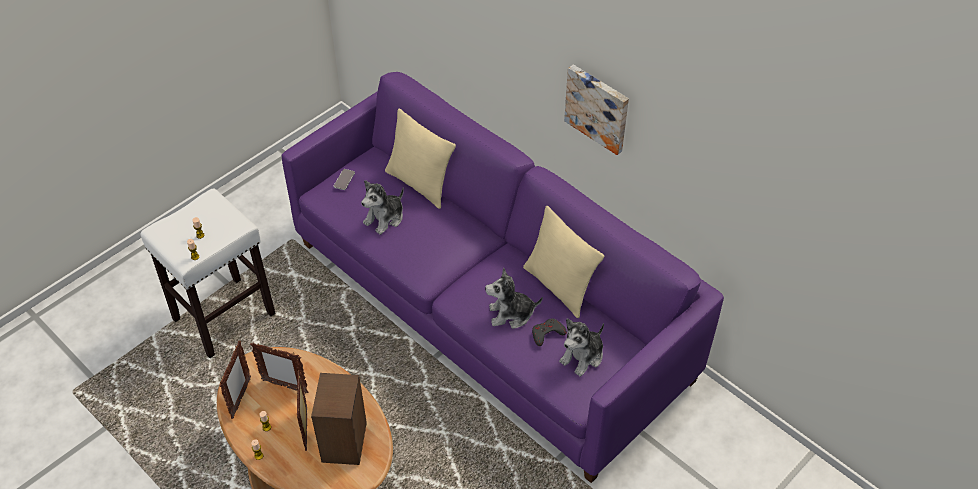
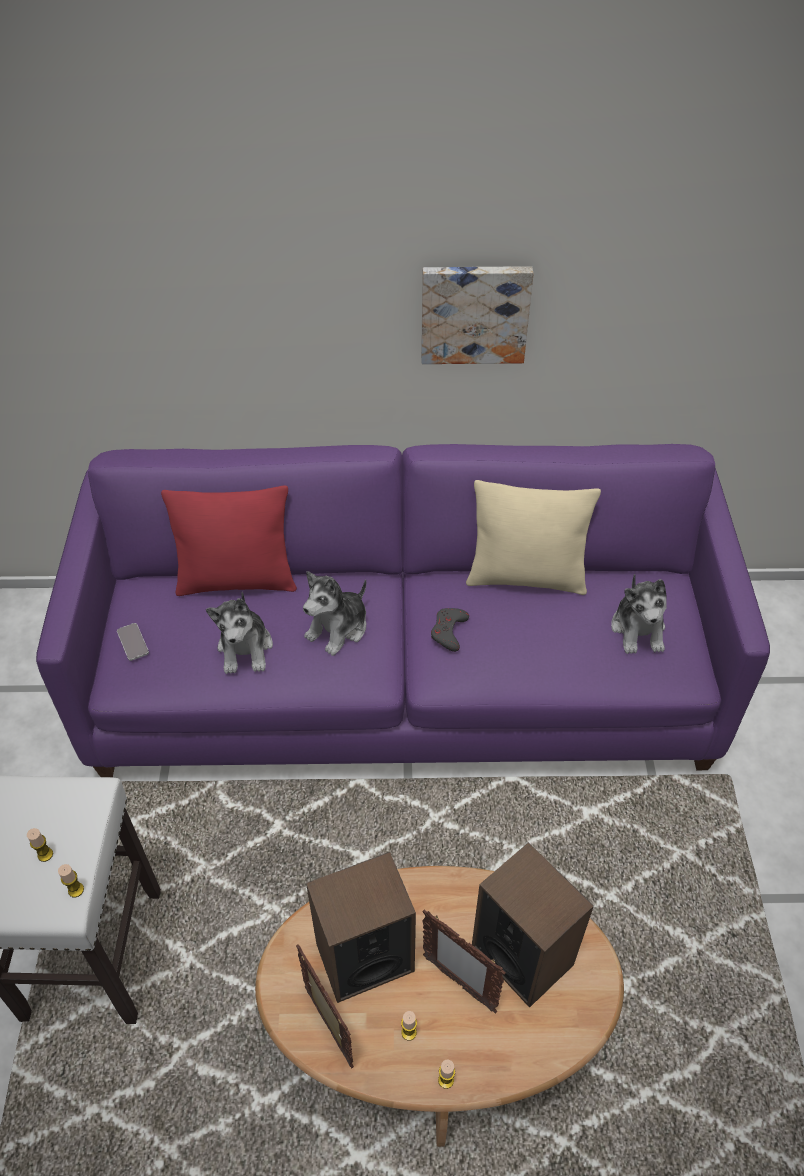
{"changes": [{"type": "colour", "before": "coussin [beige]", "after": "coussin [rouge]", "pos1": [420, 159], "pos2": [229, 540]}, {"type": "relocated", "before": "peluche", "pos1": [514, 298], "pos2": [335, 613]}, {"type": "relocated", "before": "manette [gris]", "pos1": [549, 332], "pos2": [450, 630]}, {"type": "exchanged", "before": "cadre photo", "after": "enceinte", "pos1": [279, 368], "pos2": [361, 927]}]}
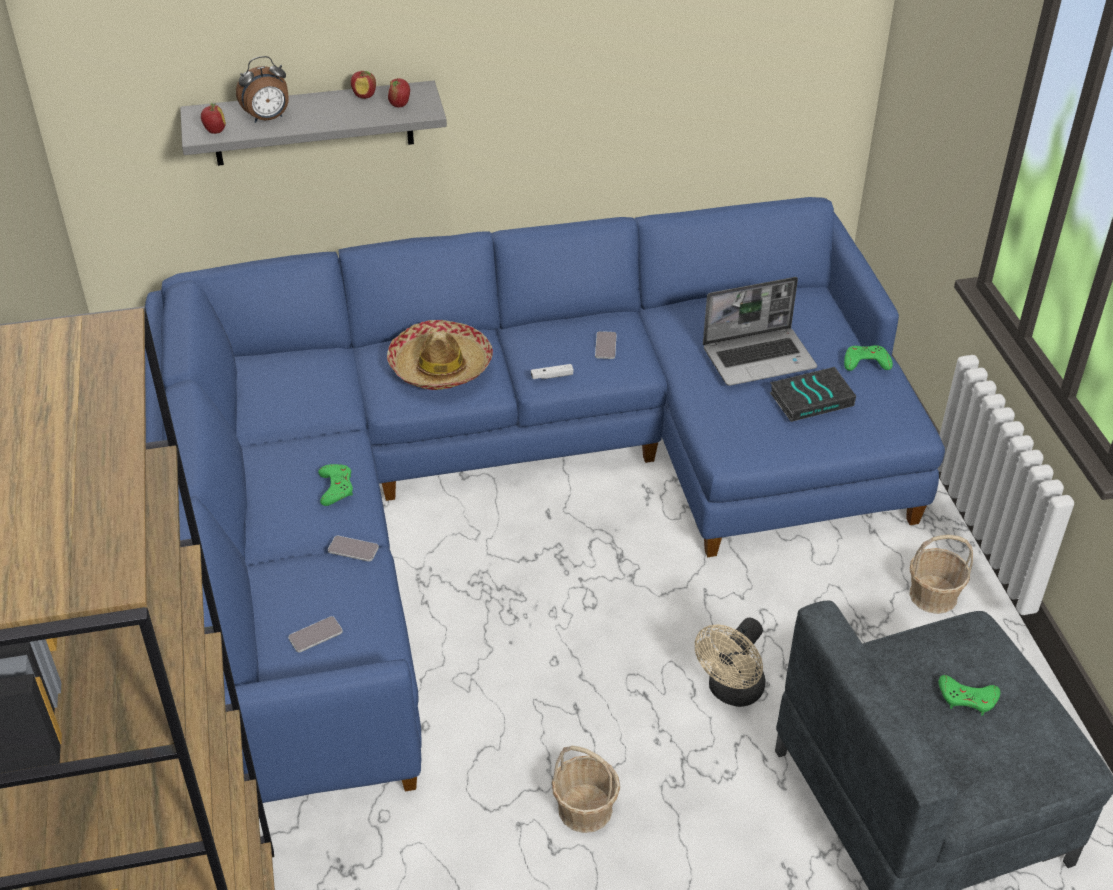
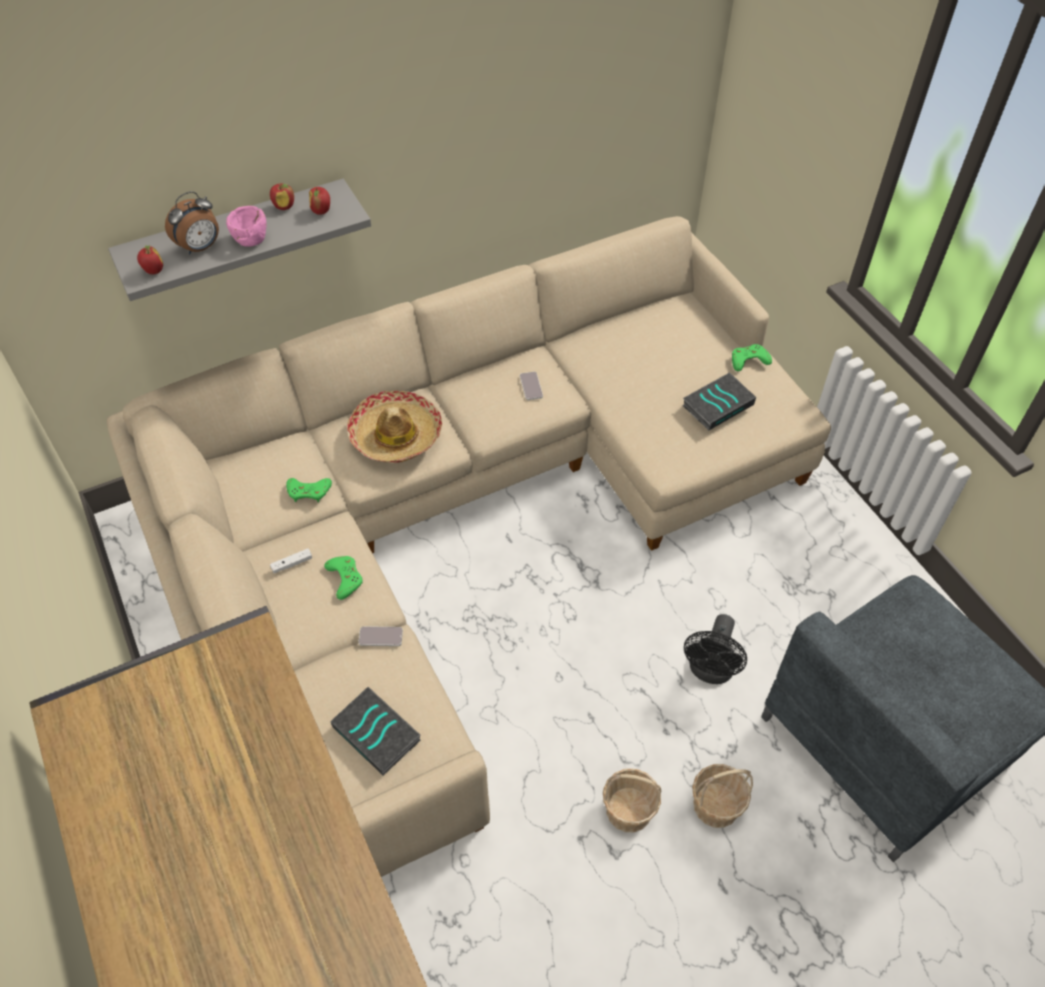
{"changes": [{"type": "colour", "before": "canapé [bleu]", "after": "canapé [beige]", "pos1": [545, 500], "pos2": [469, 546]}, {"type": "missing", "before": "ordinateur portable", "pos1": [760, 331]}, {"type": "relocated", "before": "manette [blanc]", "pos1": [552, 371], "pos2": [291, 560]}, {"type": "relocated", "before": "panier", "pos1": [941, 574], "pos2": [722, 796]}, {"type": "exchanged", "before": "téléphone", "after": "livre", "pos1": [315, 634], "pos2": [375, 731]}, {"type": "colour", "before": "ventilateur [beige]", "after": "ventilateur [noir]", "pos1": [730, 662], "pos2": [715, 649]}, {"type": "relocated", "before": "manette [vert]", "pos1": [969, 695], "pos2": [309, 490]}, {"type": "appeared", "after": "bol [rose]", "pos2": [246, 226]}]}
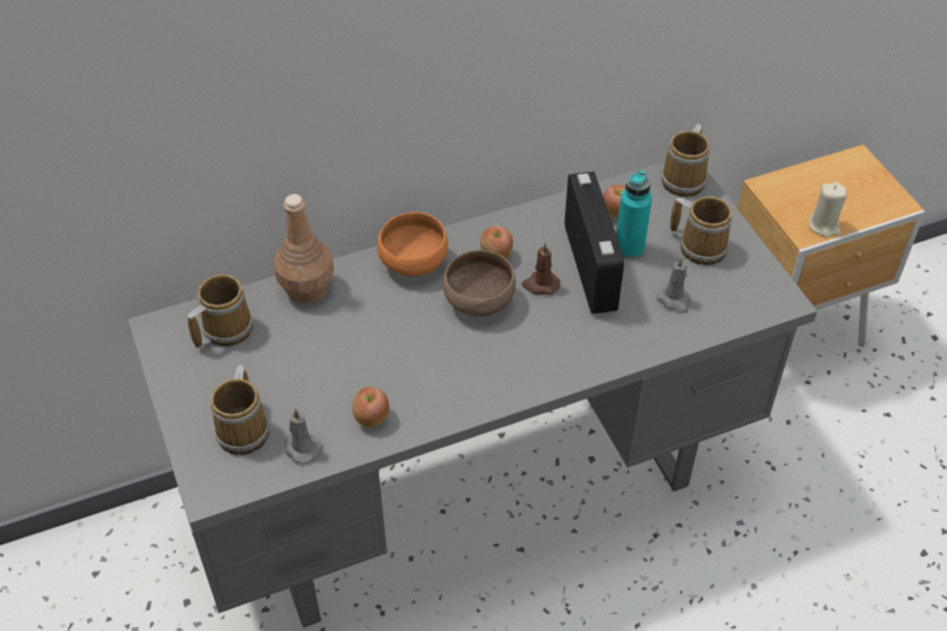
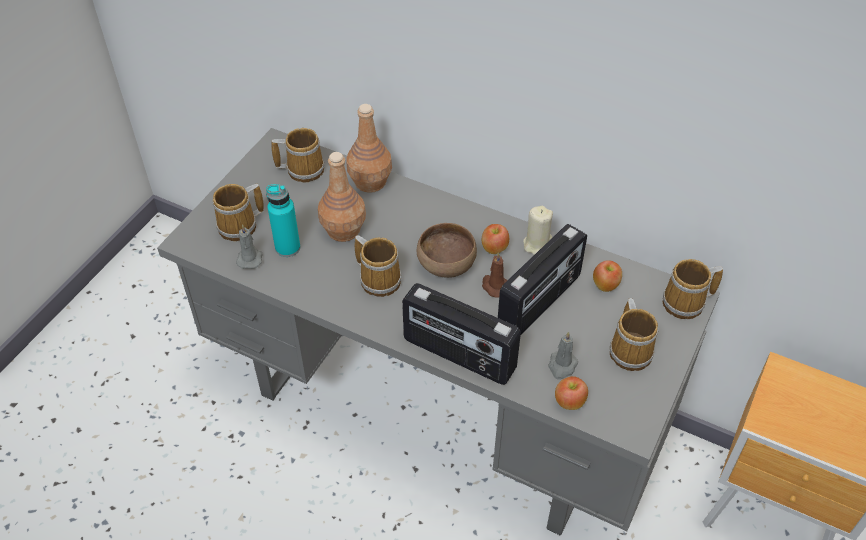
{"changes": [{"type": "relocated", "before": "bouteille [turquoise]", "pos1": [634, 214], "pos2": [283, 220]}, {"type": "relocated", "before": "bougie [beige]", "pos1": [828, 209], "pos2": [538, 230]}, {"type": "missing", "before": "bol [orange]", "pos1": [412, 244]}, {"type": "relocated", "before": "pomme", "pos1": [370, 407], "pos2": [571, 393]}, {"type": "appeared", "after": "bouteille [marron]", "pos2": [342, 197]}, {"type": "appeared", "after": "mug", "pos2": [378, 266]}, {"type": "appeared", "after": "radio", "pos2": [461, 334]}]}
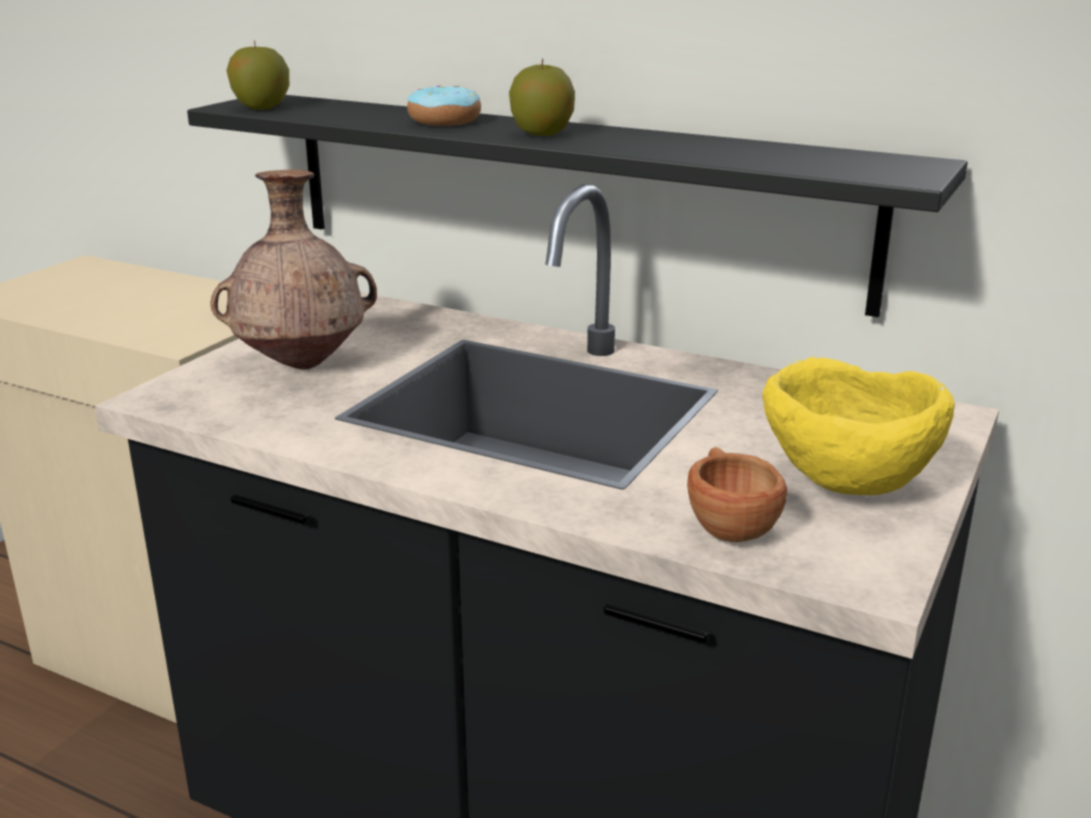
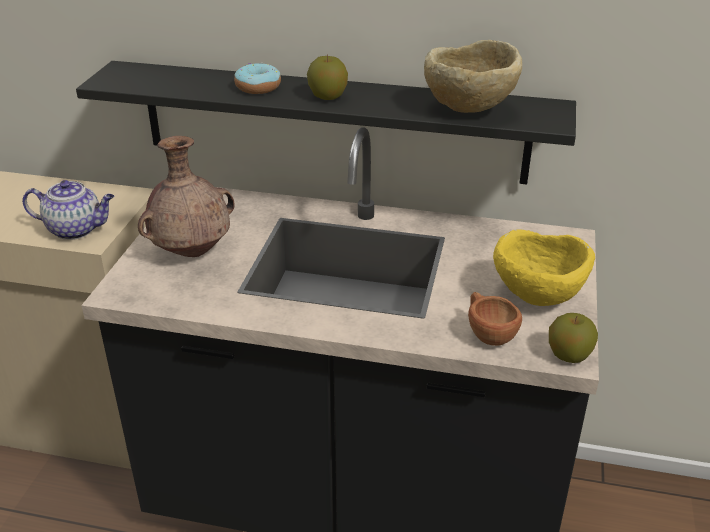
{"changes": [{"type": "relocated", "before": "pomme", "pos1": [257, 75], "pos2": [573, 338]}, {"type": "appeared", "after": "bol [beige]", "pos2": [473, 76]}, {"type": "appeared", "after": "théière", "pos2": [68, 210]}]}
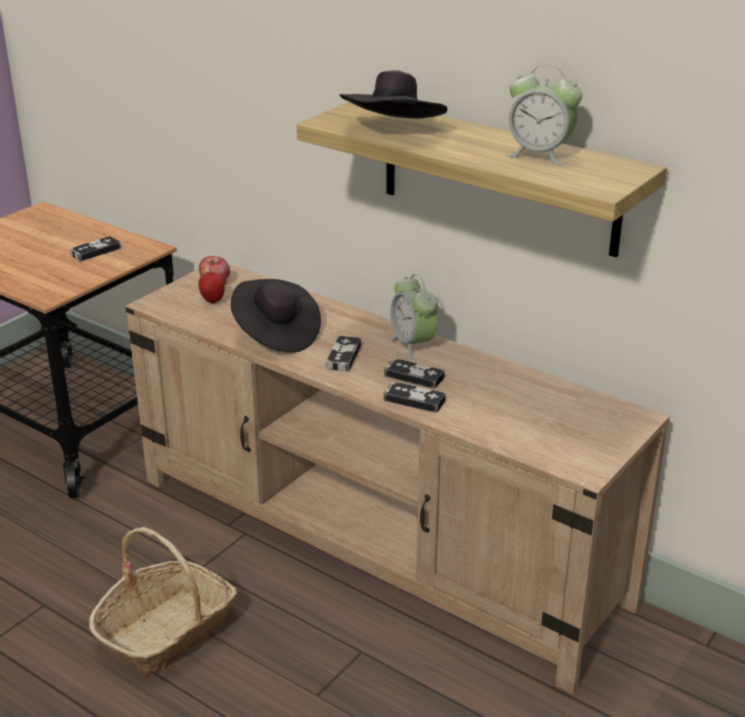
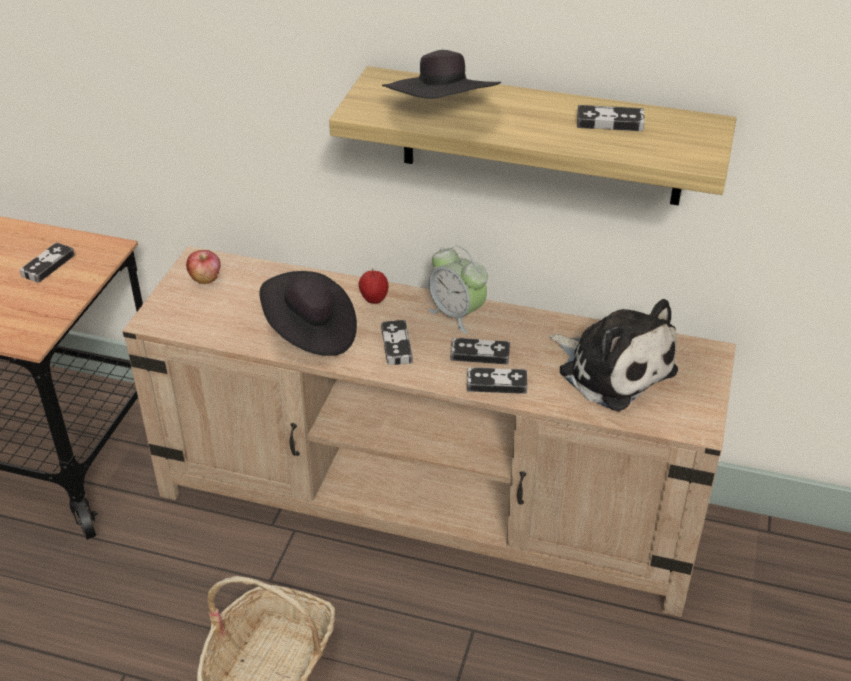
{"changes": [{"type": "exchanged", "before": "réveil", "after": "manette", "pos1": [544, 115], "pos2": [611, 118]}, {"type": "relocated", "before": "pomme", "pos1": [211, 285], "pos2": [373, 286]}, {"type": "appeared", "after": "peluche", "pos2": [614, 355]}]}
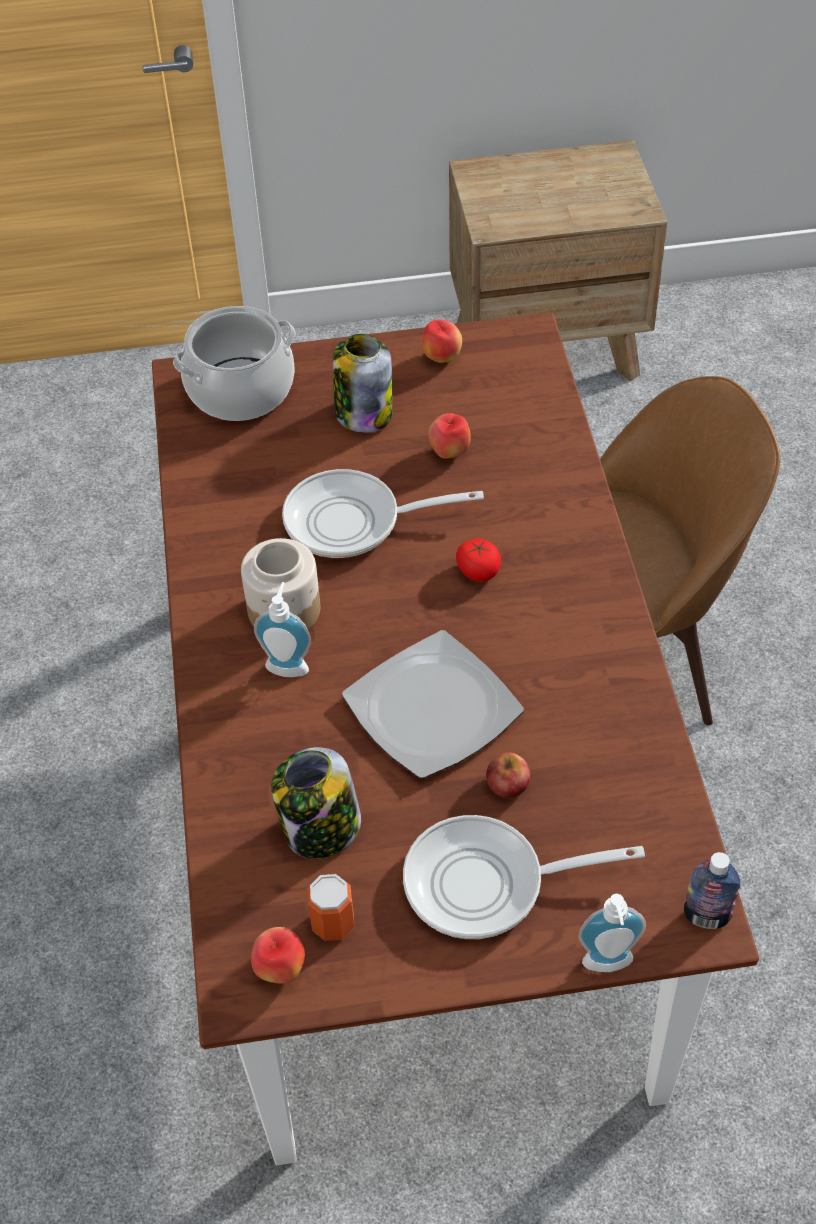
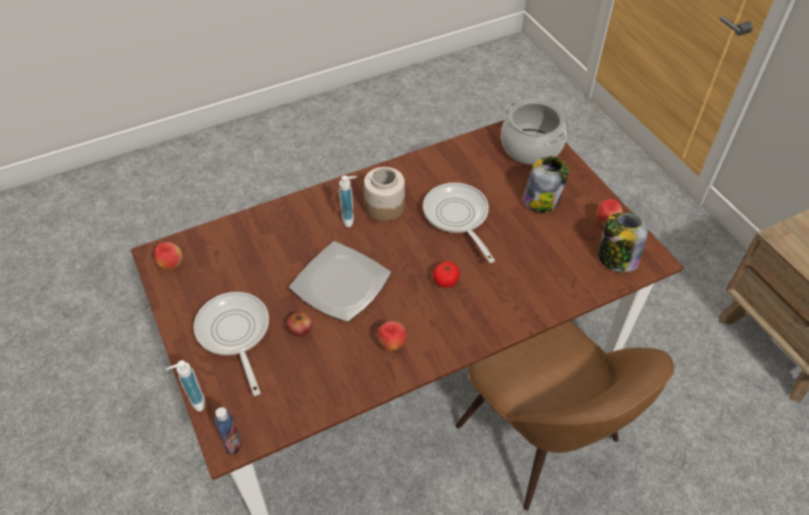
{"changes": [{"type": "relocated", "before": "pomme", "pos1": [449, 436], "pos2": [391, 336]}, {"type": "relocated", "before": "bocal", "pos1": [316, 803], "pos2": [623, 242]}, {"type": "missing", "before": "boîte métallique", "pos1": [331, 907]}]}
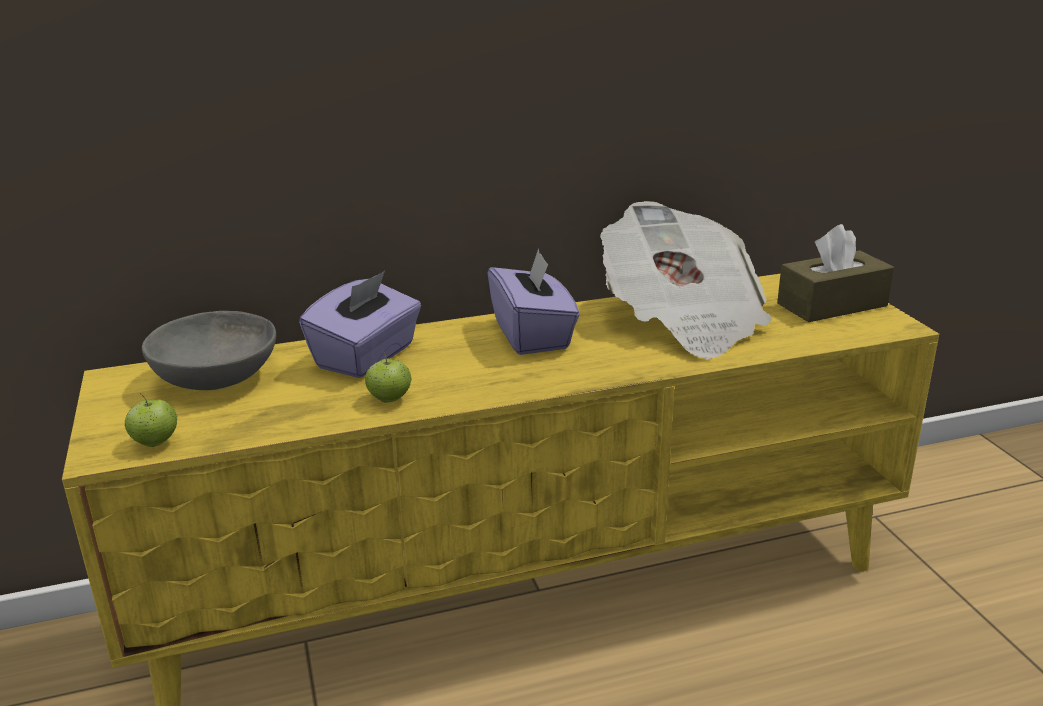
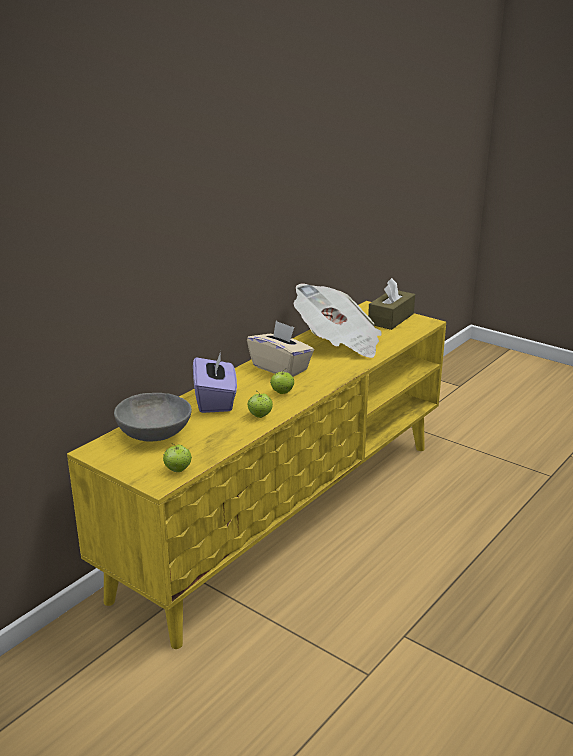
{"changes": [{"type": "colour", "before": "boîte à mouchoirs [violet]", "after": "boîte à mouchoirs [beige]", "pos1": [533, 302], "pos2": [280, 349]}, {"type": "appeared", "after": "pomme", "pos2": [282, 381]}]}
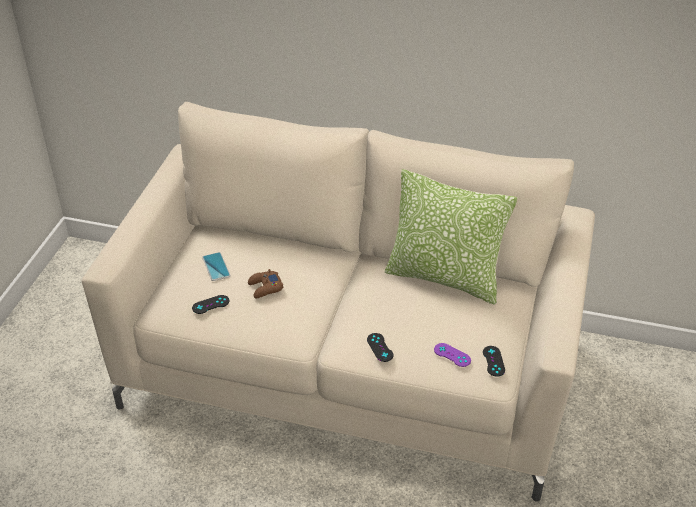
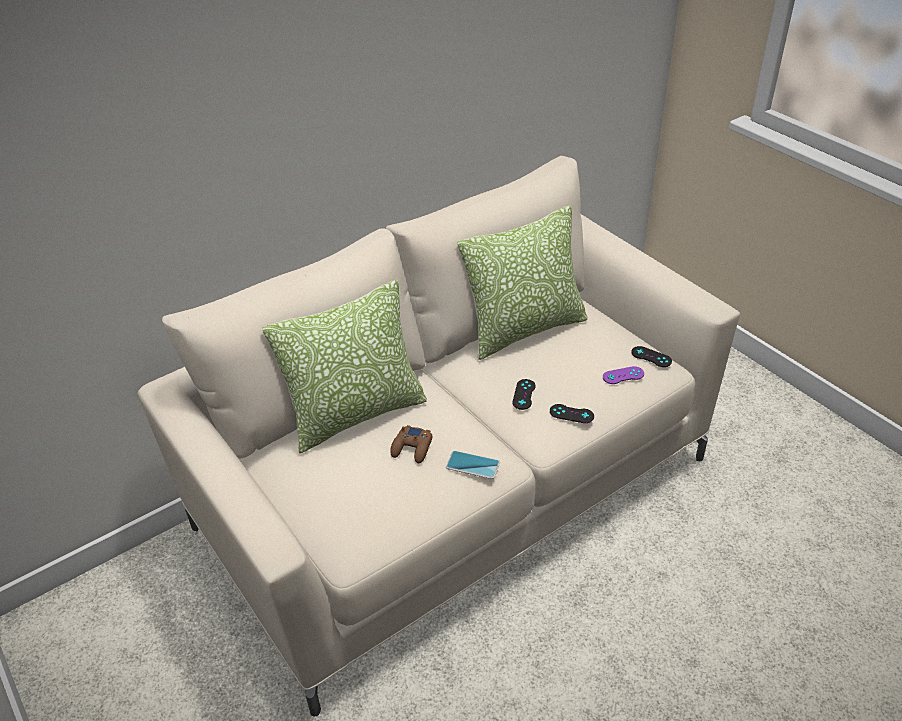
{"changes": [{"type": "relocated", "before": "téléphone", "pos1": [216, 266], "pos2": [473, 465]}, {"type": "relocated", "before": "manette [noir]", "pos1": [210, 304], "pos2": [524, 394]}, {"type": "appeared", "after": "coussin", "pos2": [344, 366]}]}
